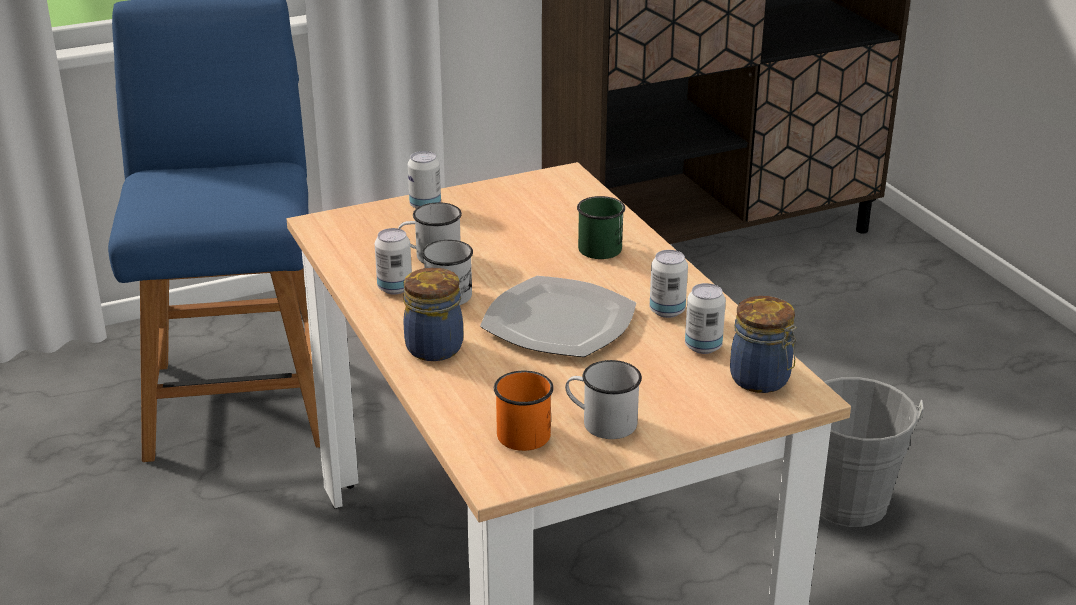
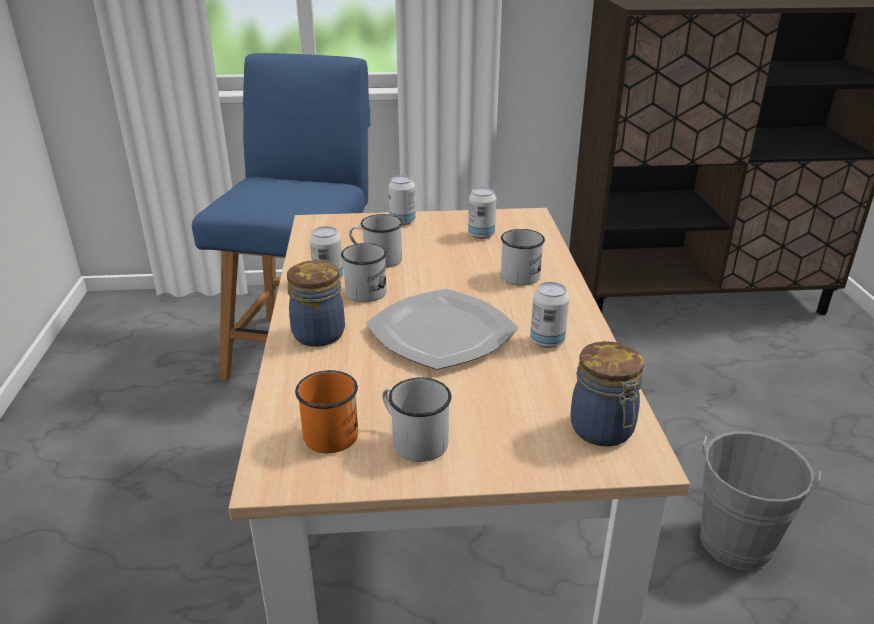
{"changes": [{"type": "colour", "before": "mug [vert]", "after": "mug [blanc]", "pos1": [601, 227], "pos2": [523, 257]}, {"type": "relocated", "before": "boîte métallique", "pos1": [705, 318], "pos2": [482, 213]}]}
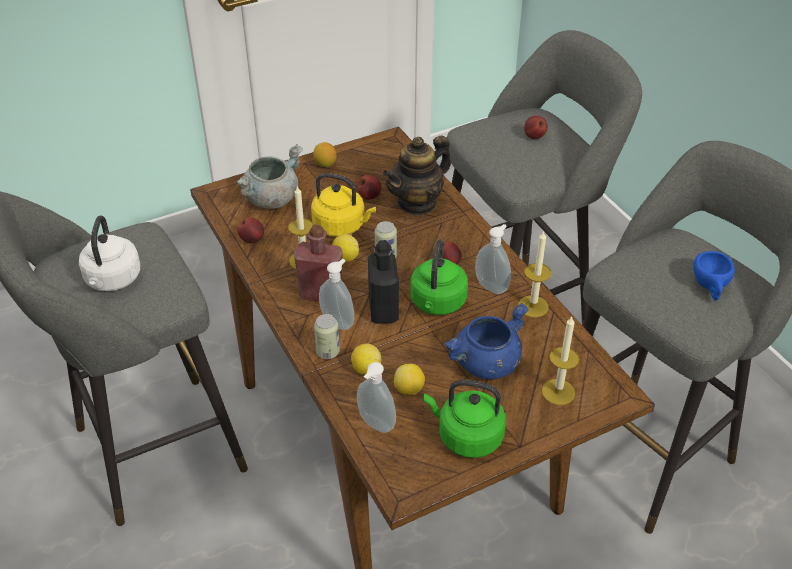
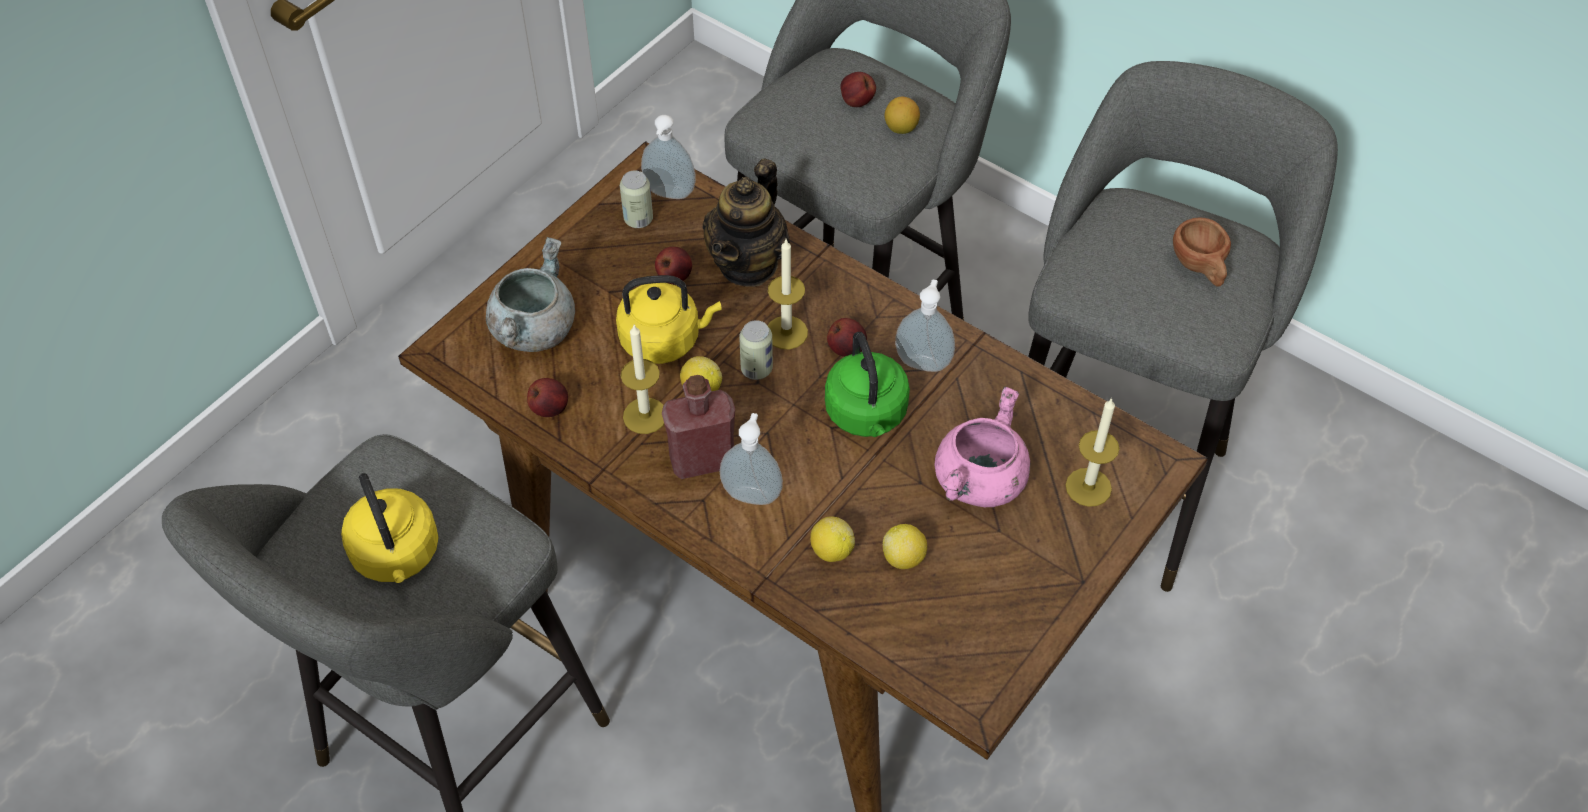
{"changes": [{"type": "relocated", "before": "citron", "pos1": [325, 154], "pos2": [902, 115]}, {"type": "colour", "before": "bouilloire [blanc]", "after": "bouilloire [jaune]", "pos1": [110, 253], "pos2": [390, 528]}, {"type": "relocated", "before": "bougie", "pos1": [534, 274], "pos2": [788, 294]}, {"type": "missing", "before": "bouteille [noir]", "pos1": [383, 282]}, {"type": "colour", "before": "tasse [bleu]", "after": "tasse [marron]", "pos1": [714, 276], "pos2": [1202, 252]}, {"type": "colour", "before": "marmite [bleu]", "after": "marmite [rose]", "pos1": [487, 341], "pos2": [982, 446]}, {"type": "relocated", "before": "boîte métallique", "pos1": [327, 336], "pos2": [636, 199]}, {"type": "relocated", "before": "distributeur de savon", "pos1": [376, 397], "pos2": [668, 157]}, {"type": "missing", "before": "bouilloire [vert]", "pos1": [465, 418]}]}
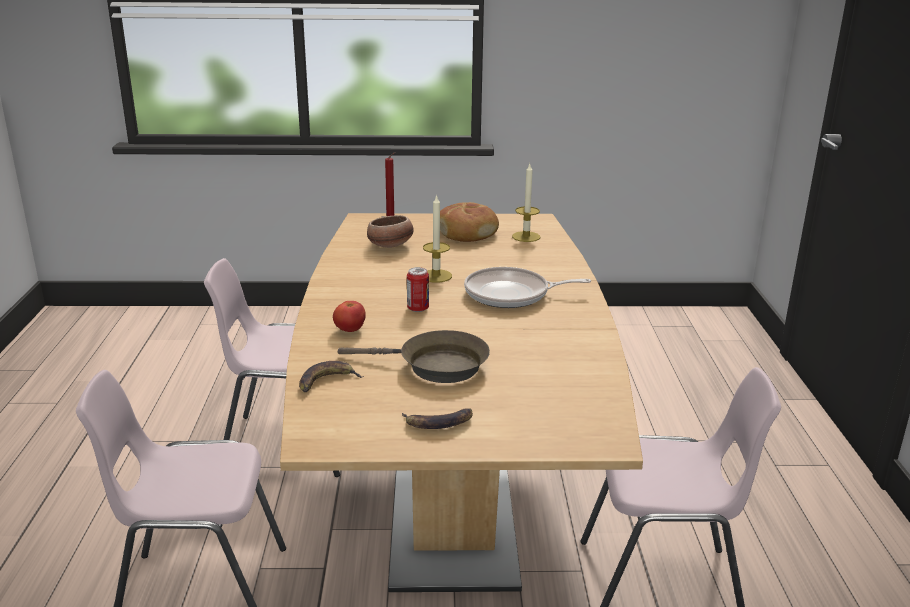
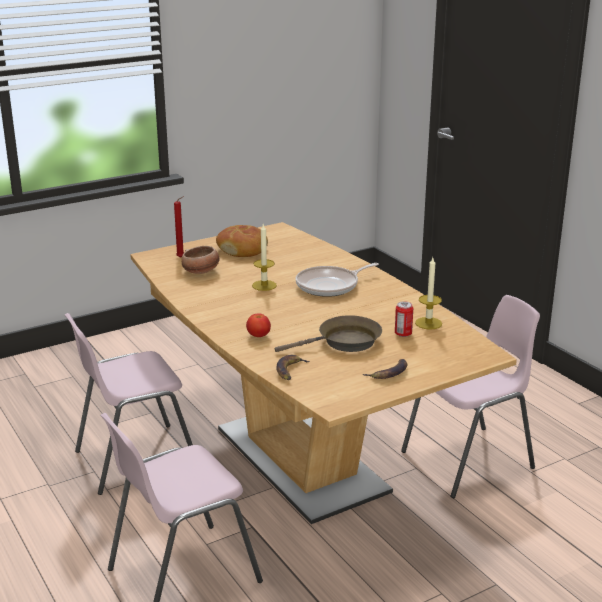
{"changes": [{"type": "relocated", "before": "bougie", "pos1": [526, 203], "pos2": [428, 294]}, {"type": "relocated", "before": "boîte métallique", "pos1": [418, 289], "pos2": [404, 319]}]}
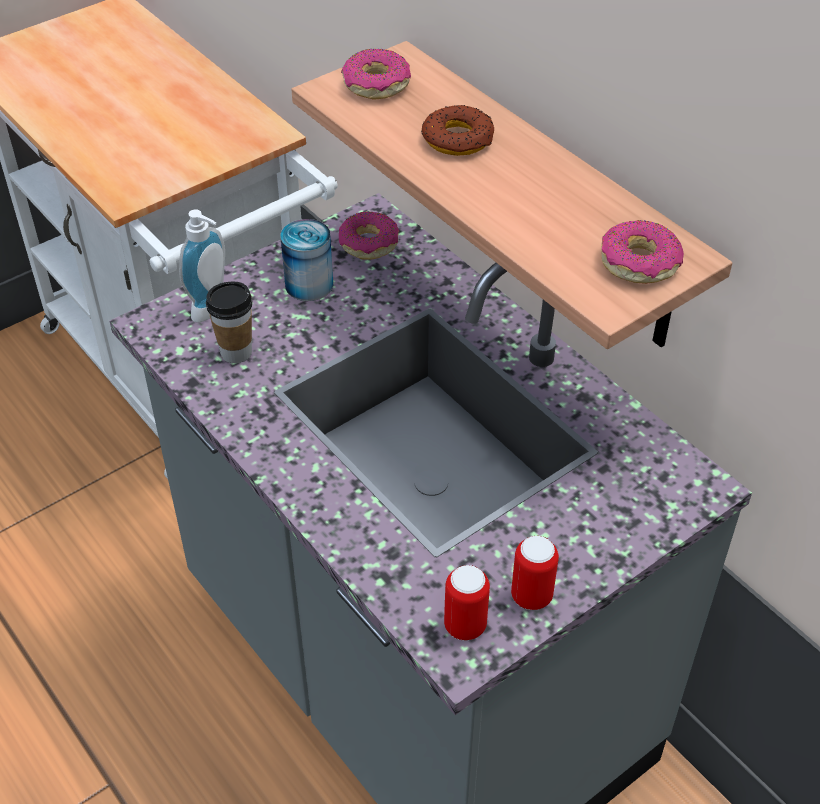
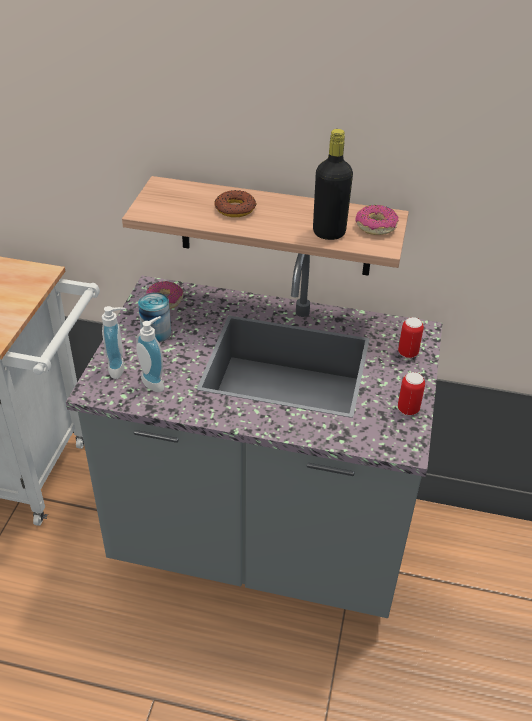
{"changes": [{"type": "missing", "before": "beignet", "pos1": [376, 73]}, {"type": "exchanged", "before": "tasse", "after": "distributeur de savon", "pos1": [229, 322], "pos2": [150, 354]}, {"type": "relocated", "before": "boîte métallique", "pos1": [467, 603], "pos2": [411, 337]}, {"type": "appeared", "after": "bouteille [noir]", "pos2": [333, 184]}]}
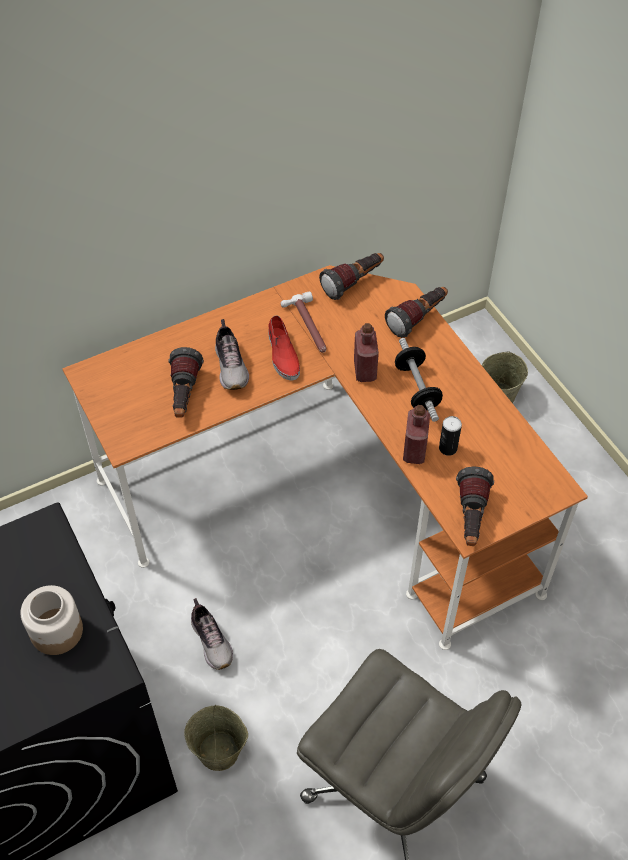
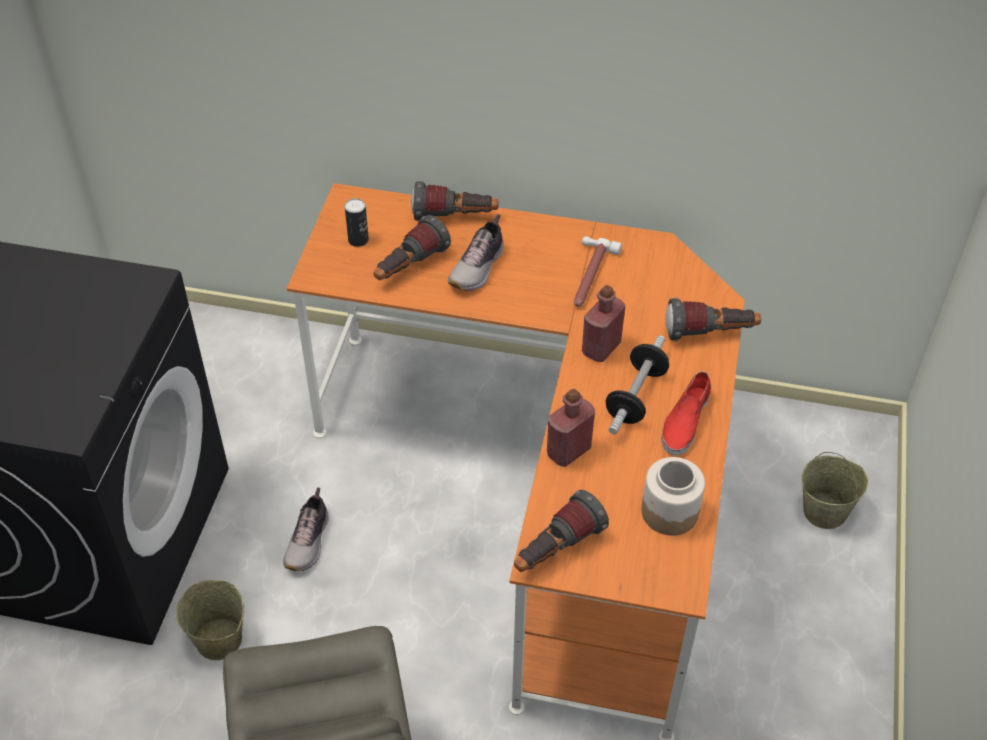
{"changes": [{"type": "relocated", "before": "lampe de poche", "pos1": [351, 276], "pos2": [455, 201]}, {"type": "relocated", "before": "chaussure [rouge]", "pos1": [284, 347], "pos2": [686, 413]}, {"type": "relocated", "before": "boîte métallique", "pos1": [450, 436], "pos2": [357, 222]}, {"type": "relocated", "before": "bocal", "pos1": [51, 620], "pos2": [673, 496]}]}
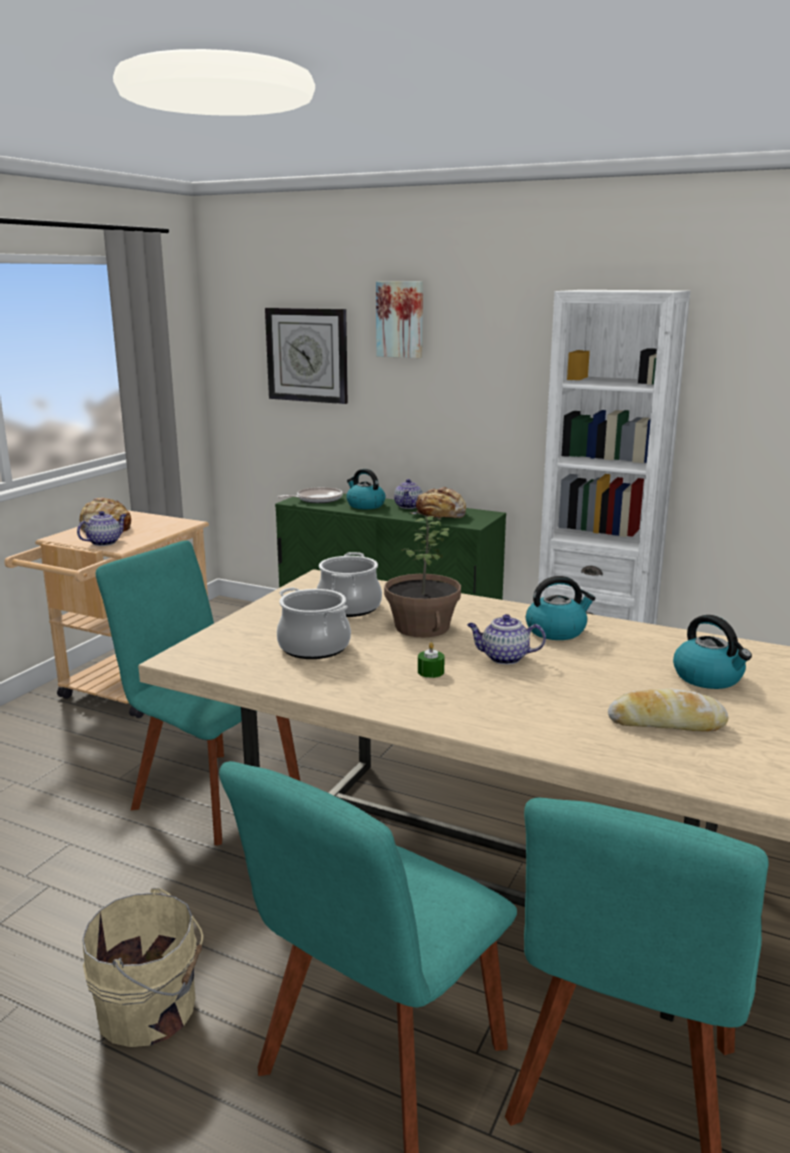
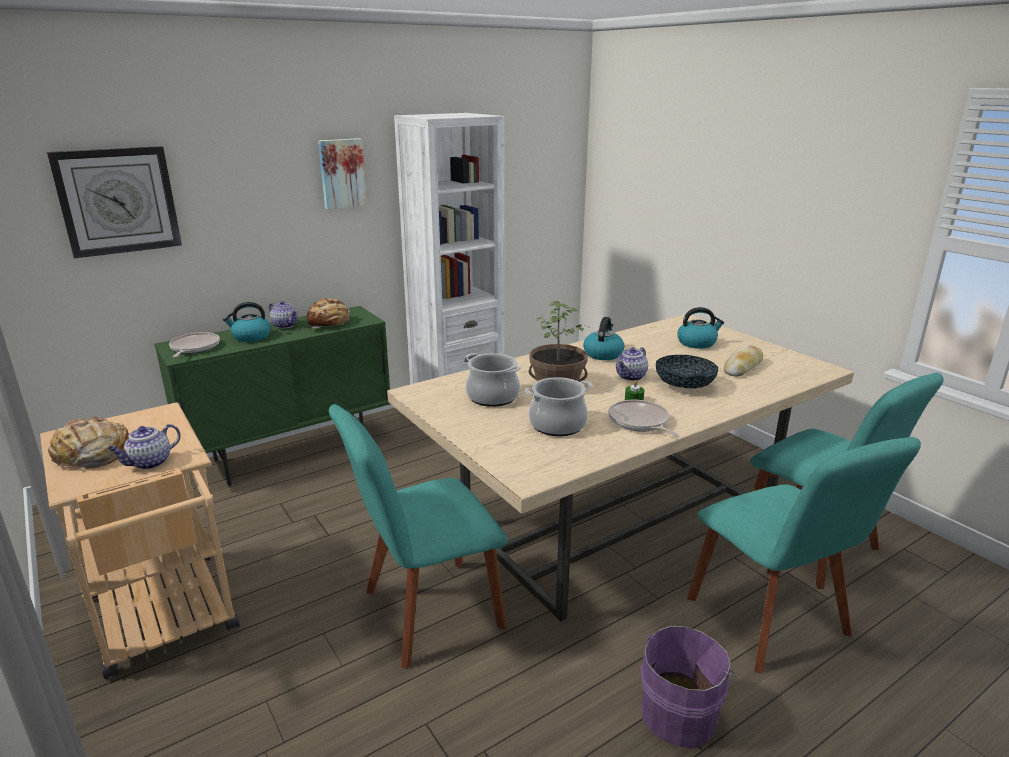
{"changes": [{"type": "relocated", "before": "tableau", "pos1": [399, 319], "pos2": [342, 173]}, {"type": "spun", "before": "théière", "pos1": [101, 528], "pos2": [144, 446], "turn": -120}, {"type": "colour", "before": "seau [beige]", "after": "seau [violet]", "pos1": [142, 967], "pos2": [689, 687]}, {"type": "appeared", "after": "bol", "pos2": [687, 371]}, {"type": "appeared", "after": "poêle", "pos2": [644, 419]}]}
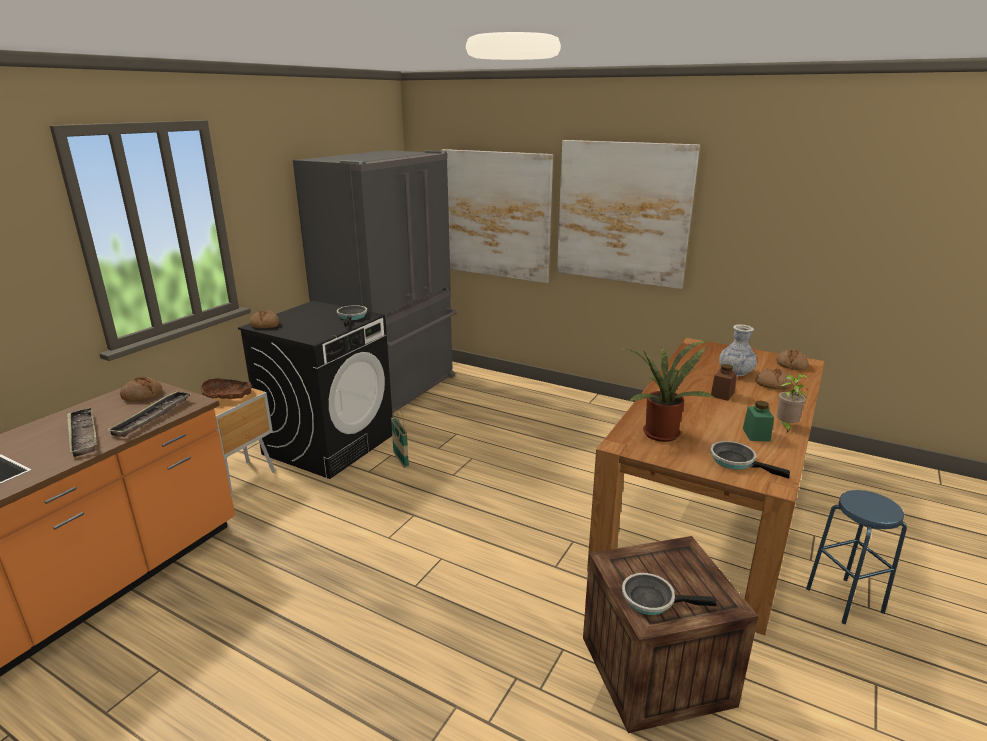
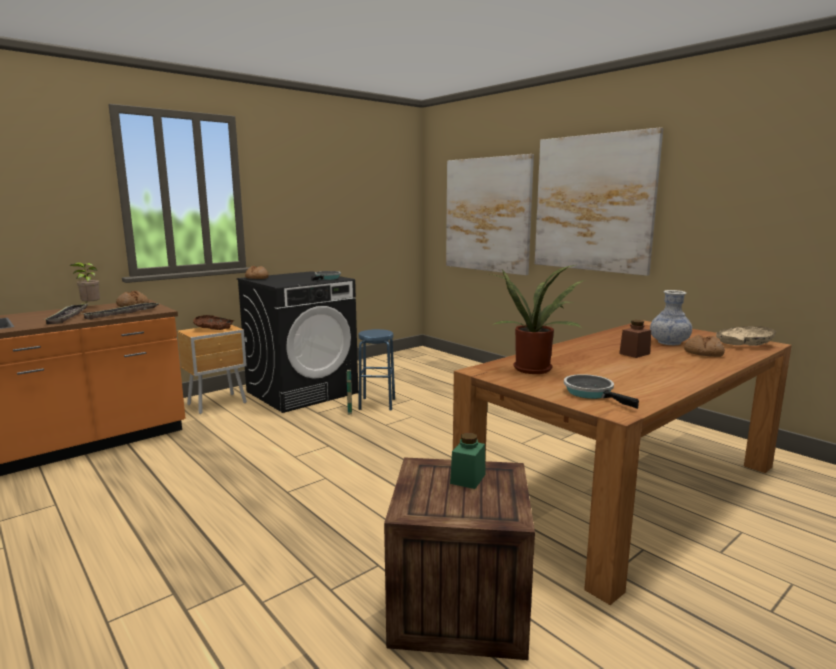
{"changes": [{"type": "missing", "before": "réfrigérateur [gris]", "pos1": [375, 281]}, {"type": "exchanged", "before": "pain", "after": "bol [beige]", "pos1": [792, 360], "pos2": [746, 336]}, {"type": "relocated", "before": "plante en pot", "pos1": [792, 403], "pos2": [84, 283]}, {"type": "relocated", "before": "bocal [vert]", "pos1": [758, 421], "pos2": [468, 461]}, {"type": "relocated", "before": "tabouret [bleu]", "pos1": [856, 557], "pos2": [376, 370]}, {"type": "missing", "before": "poêle", "pos1": [669, 594]}]}
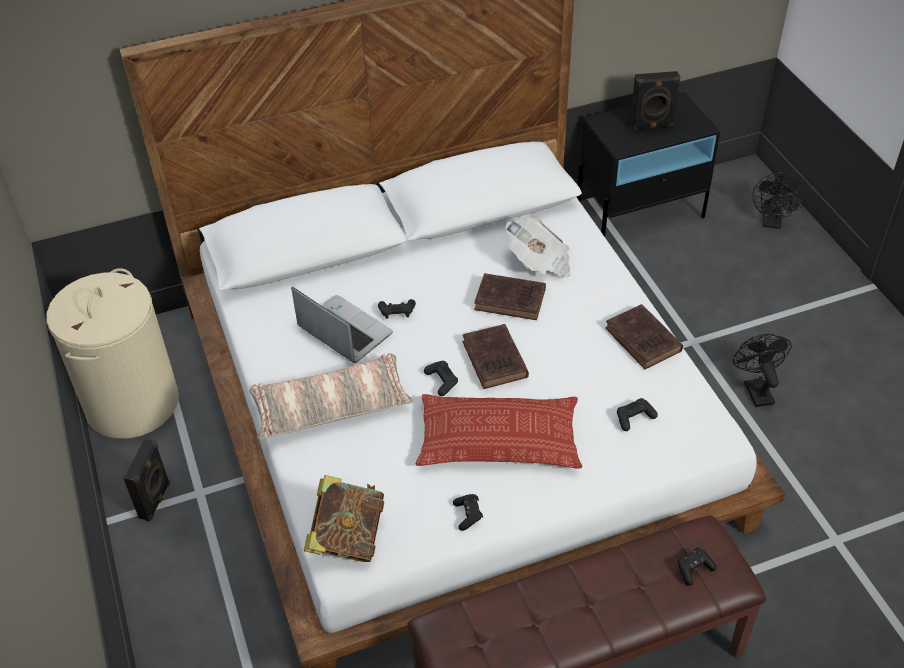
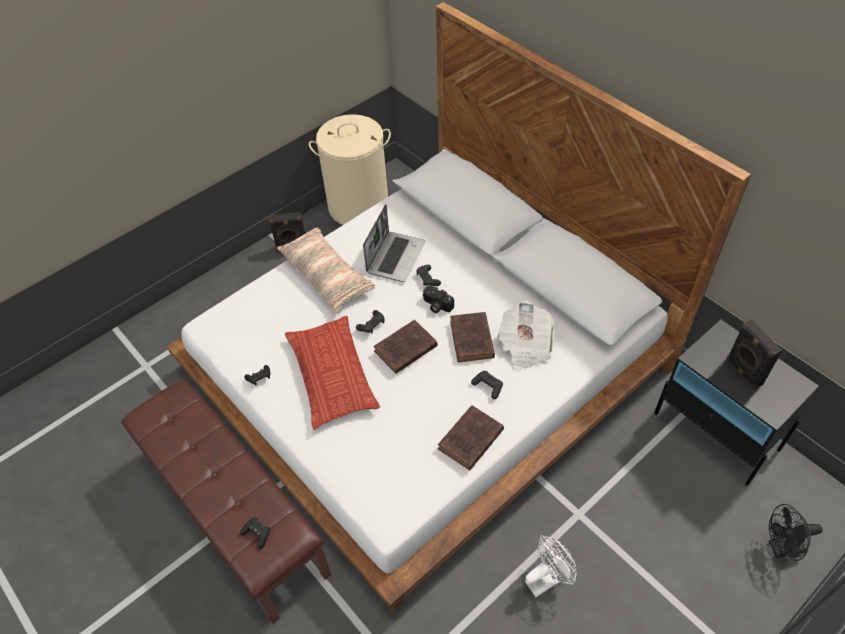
{"changes": [{"type": "colour", "before": "ventilateur [noir]", "after": "ventilateur [blanc]", "pos1": [762, 370], "pos2": [551, 566]}, {"type": "relocated", "before": "manette [noir]", "pos1": [637, 414], "pos2": [487, 385]}, {"type": "missing", "before": "livre", "pos1": [344, 518]}, {"type": "appeared", "after": "appareil photo", "pos2": [438, 299]}]}
